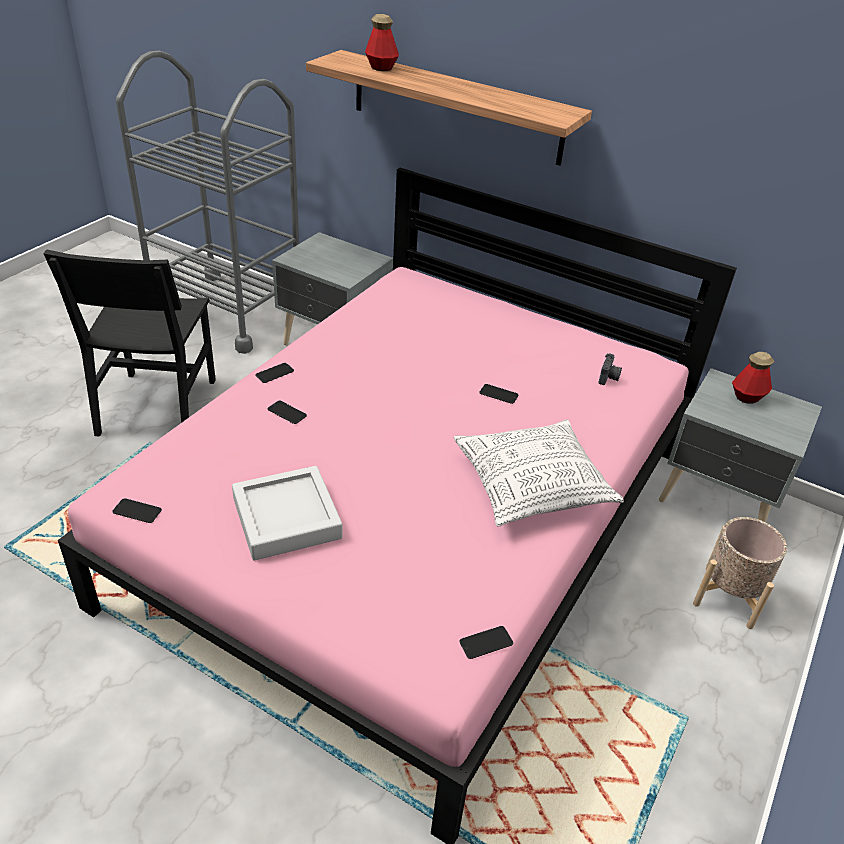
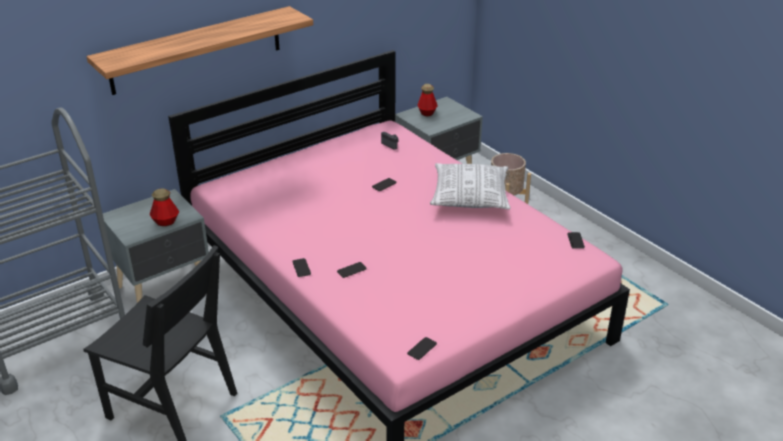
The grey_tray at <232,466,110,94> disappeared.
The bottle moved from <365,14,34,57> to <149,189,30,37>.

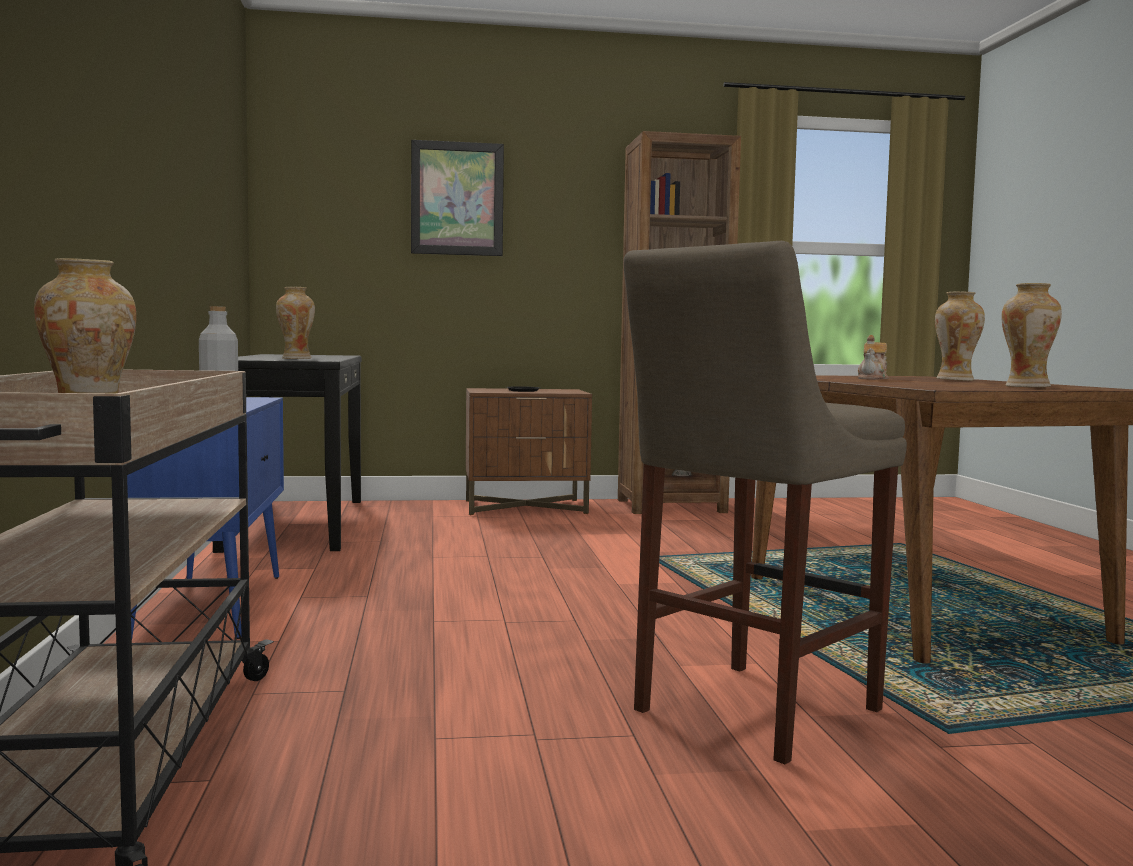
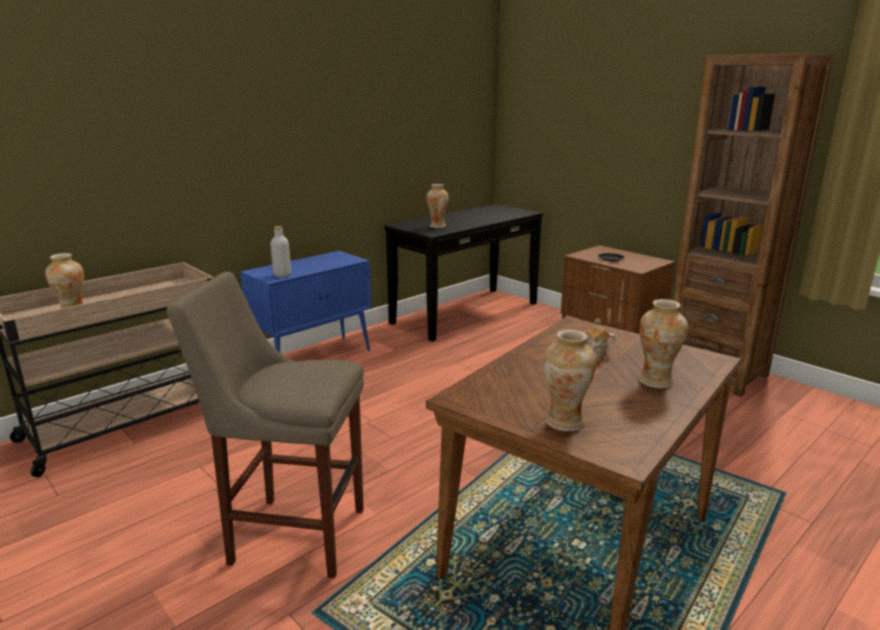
The picture at <411,140,93,116> disappeared.

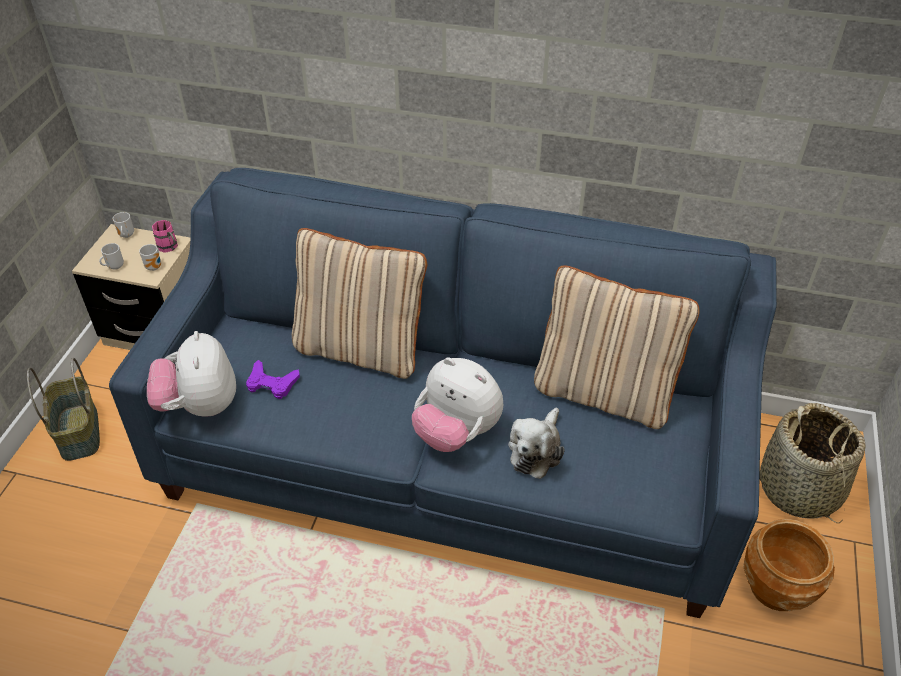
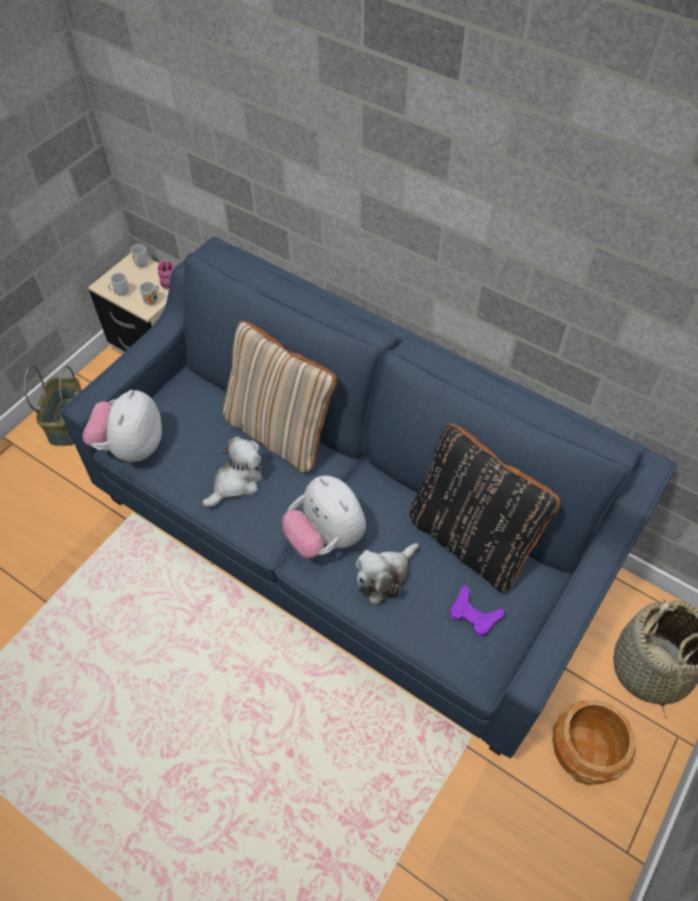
The plush_toy at <203,436,59,71> appeared.
The purple_game_controller moved from <246,360,54,39> to <450,585,54,51>.
The beige_pillow at <534,266,166,163> became the black_pillow at <410,423,150,170>.

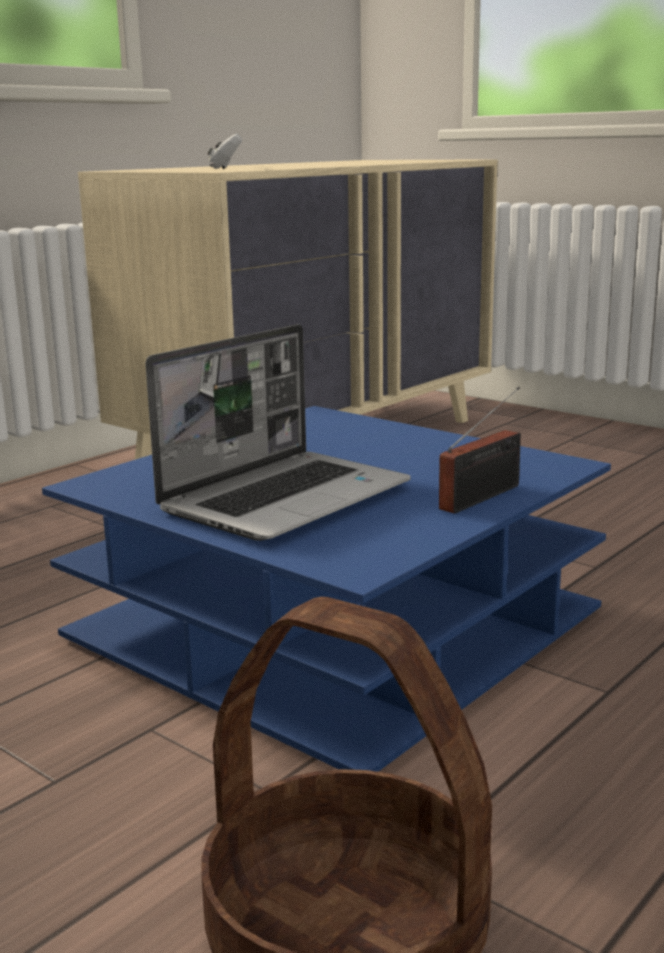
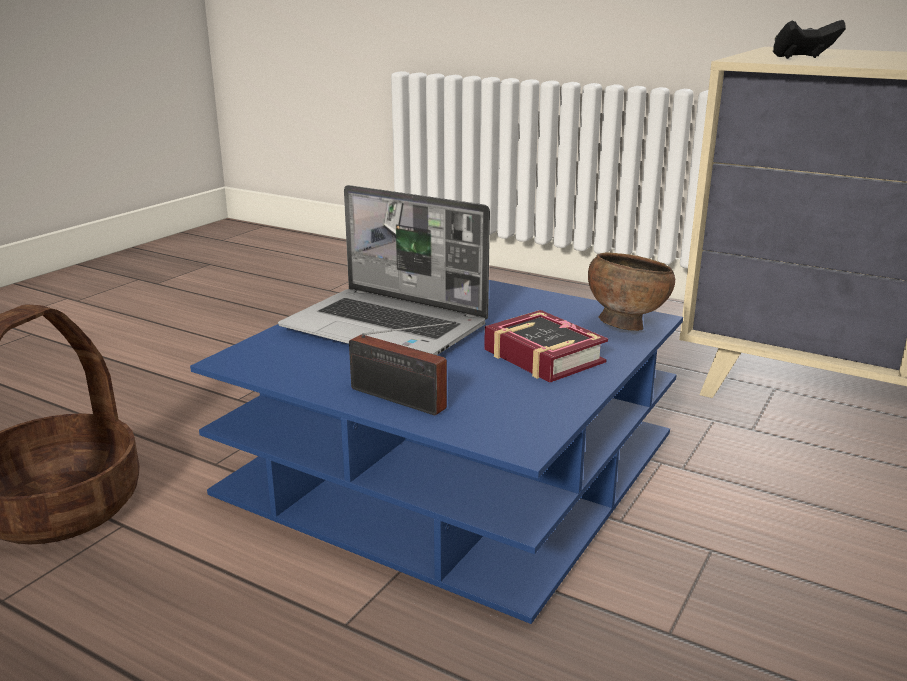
The book at <484,310,124,72> appeared.
The brown_bowl at <588,252,87,79> appeared.
The white_game_controller at <208,134,34,35> became the black_game_controller at <773,20,73,39>.

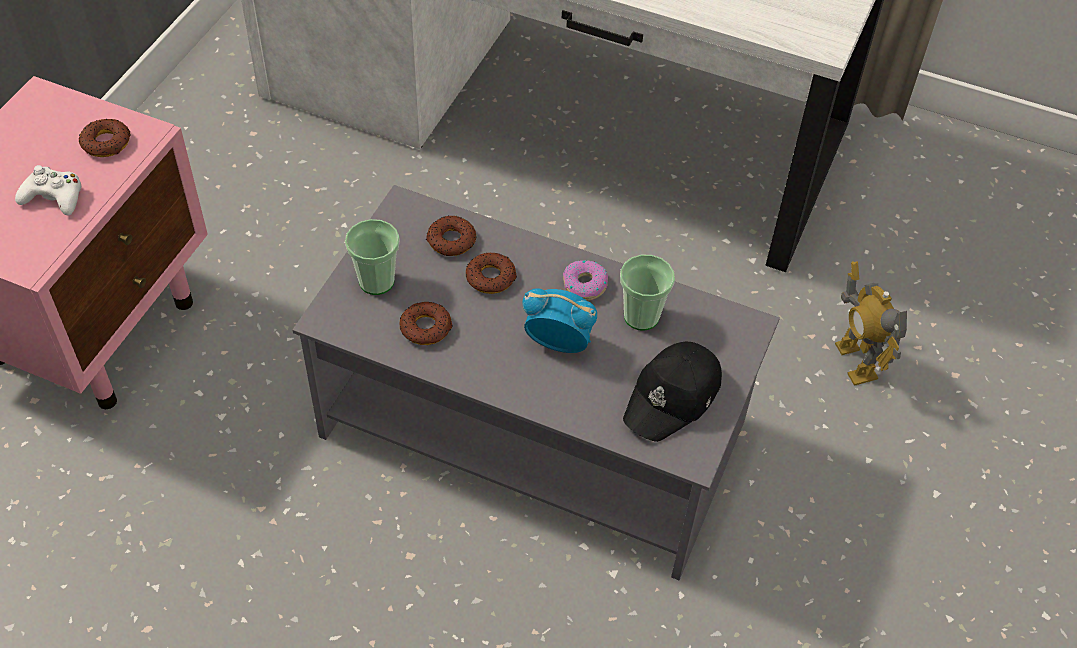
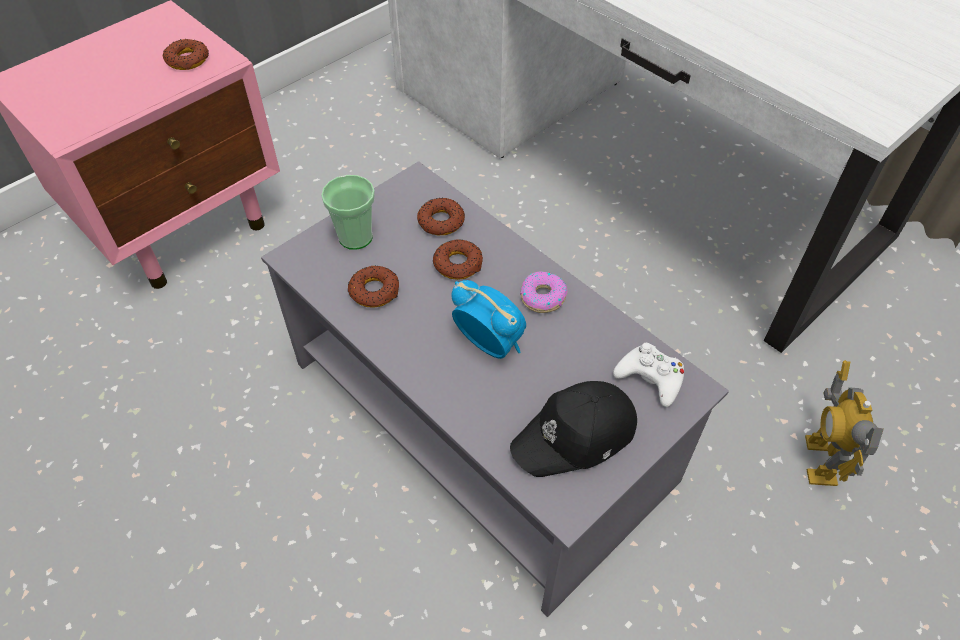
The cup at <620,255,55,75> disappeared.
The white_game_controller moved from <15,165,66,50> to <613,343,71,64>.

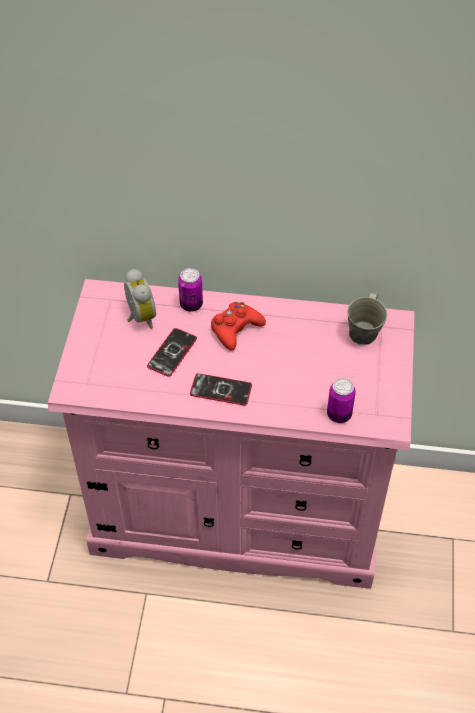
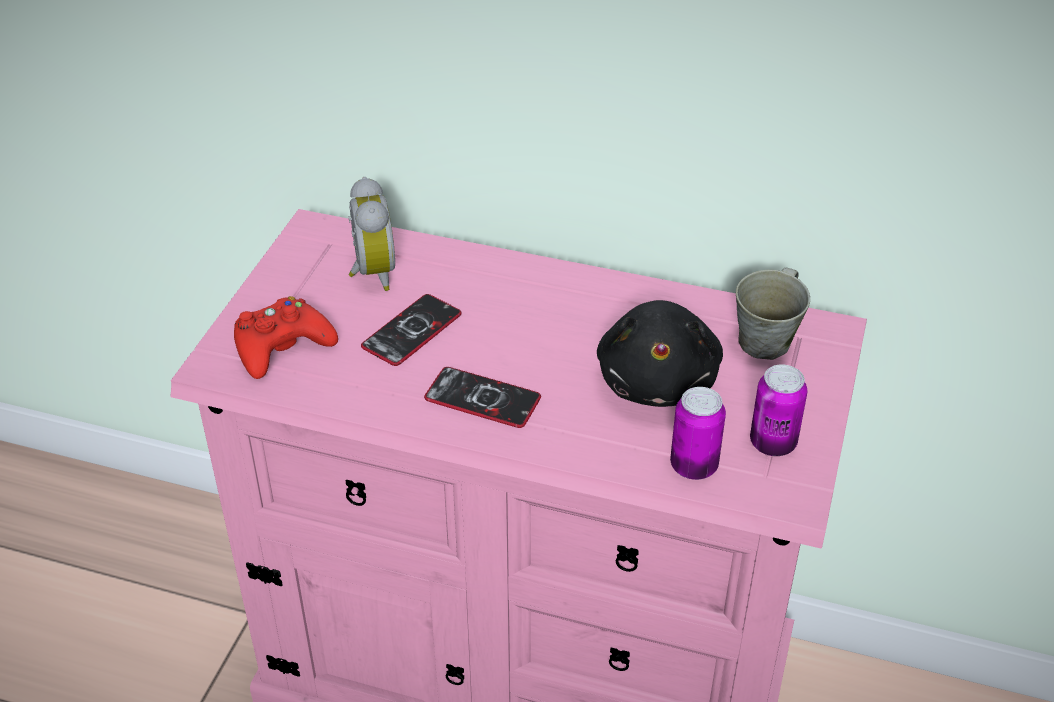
The black_plush_toy at <597,300,126,107> appeared.
The can moved from <178,268,25,44> to <750,364,57,92>.
The red_game_controller moved from <211,302,55,49> to <234,296,104,83>.

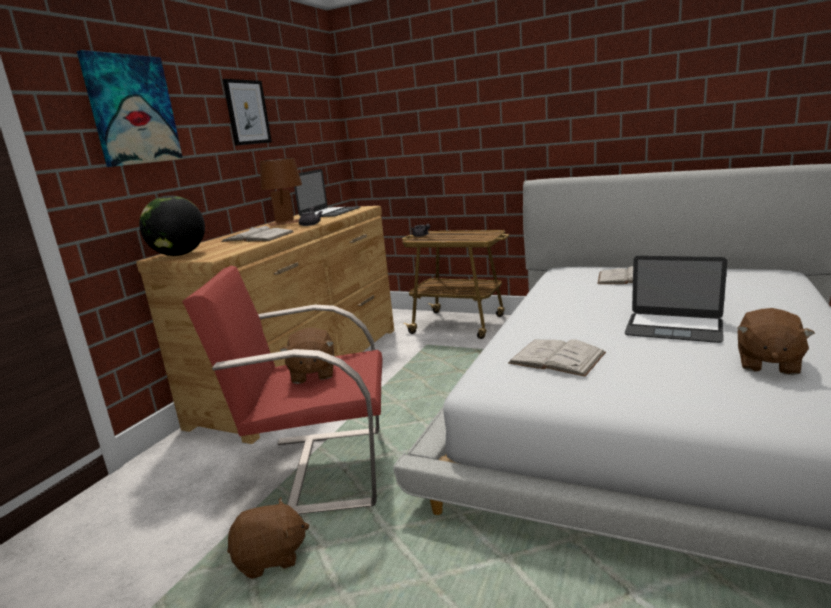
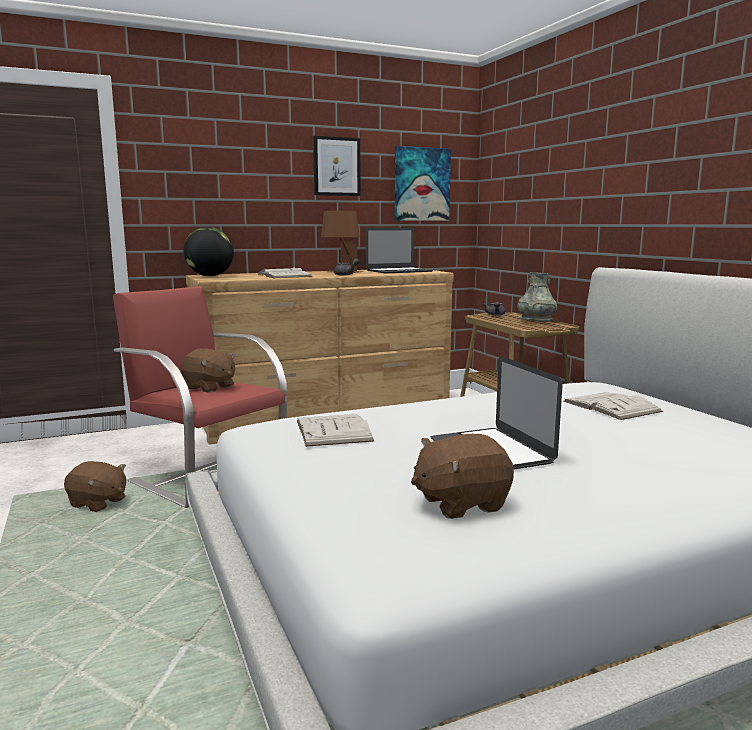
The grey_vase at <517,272,40,50> appeared.
The picture moved from <77,50,106,117> to <395,146,56,75>.
The brown_plush_toy at <280,328,54,56> turned 90 degrees counterclockwise.

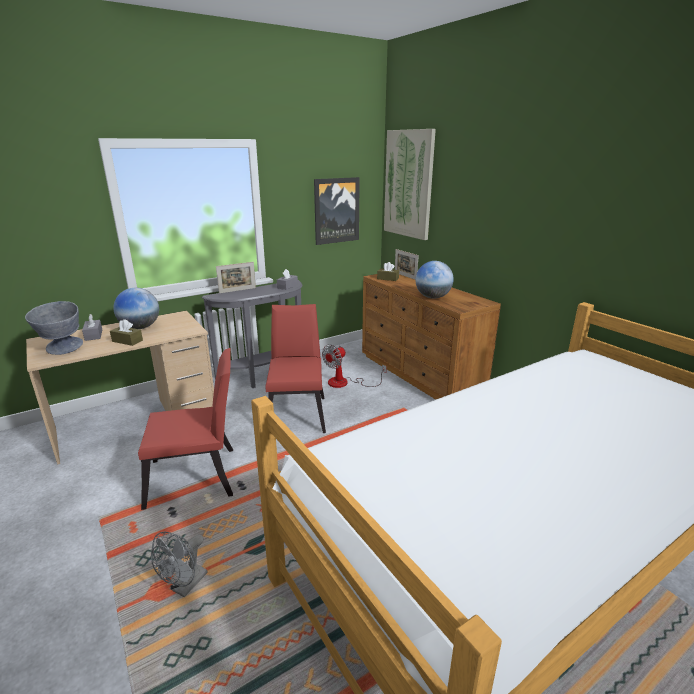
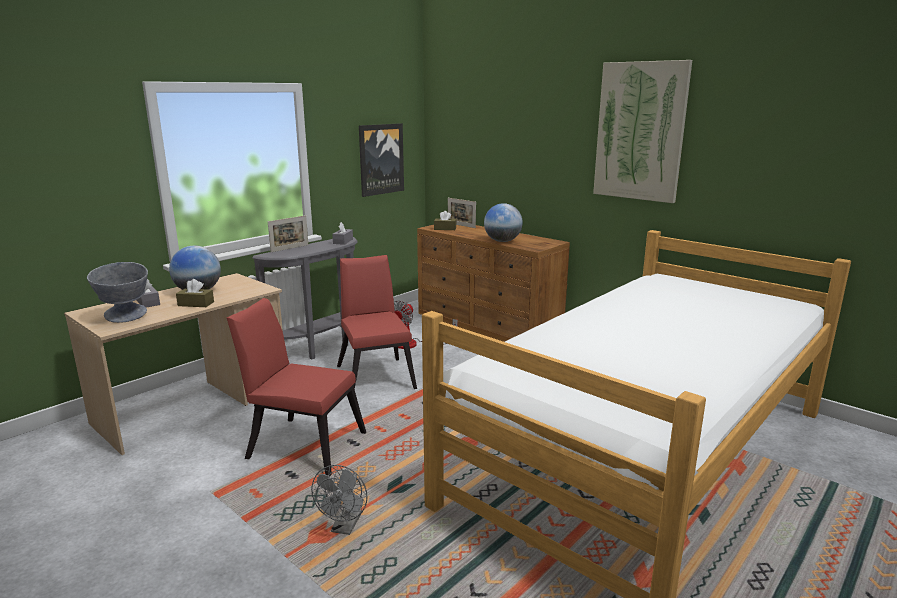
The picture moved from <384,129,52,111> to <593,60,99,143>.
The red_chair at <138,348,95,162> turned 135 degrees counterclockwise.

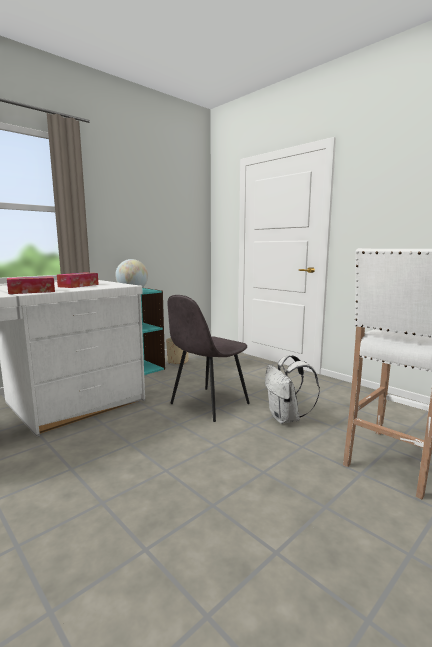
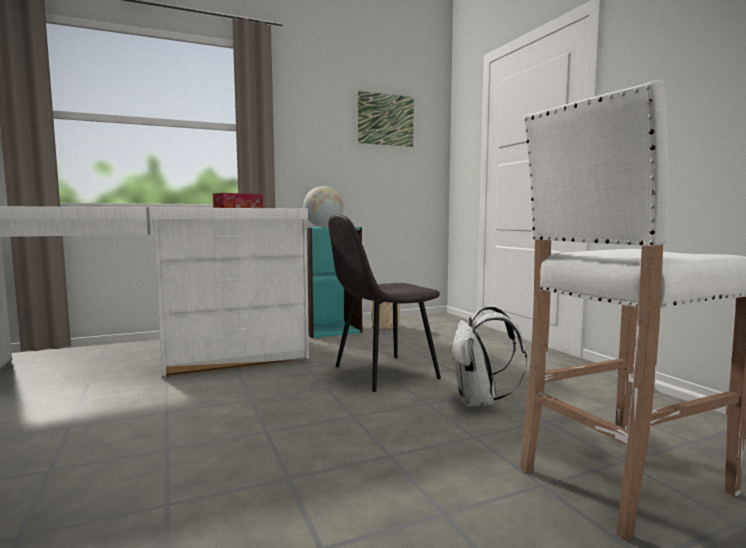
The tissue_box at <7,276,48,18> disappeared.
The picture at <357,91,57,56> appeared.

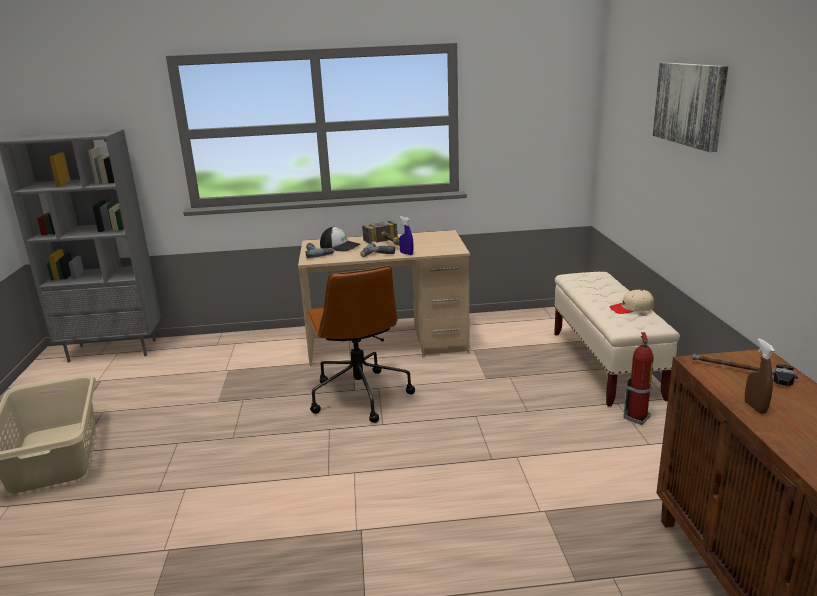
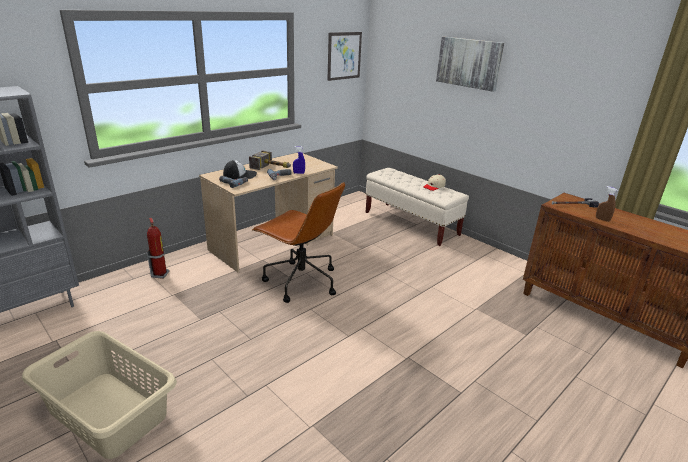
The picture at <327,32,35,49> appeared.
The fire_extinguisher moved from <623,332,31,93> to <147,218,22,61>.

